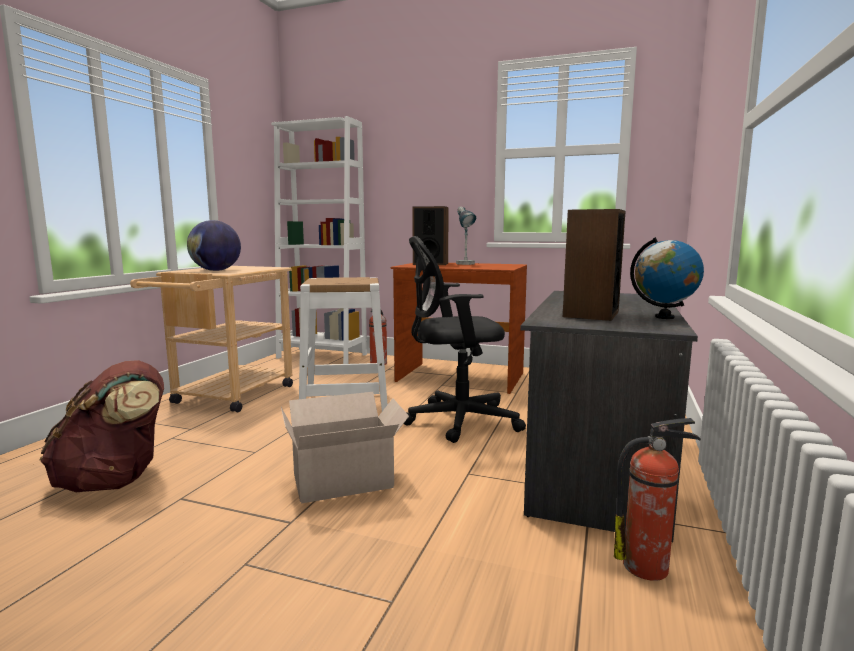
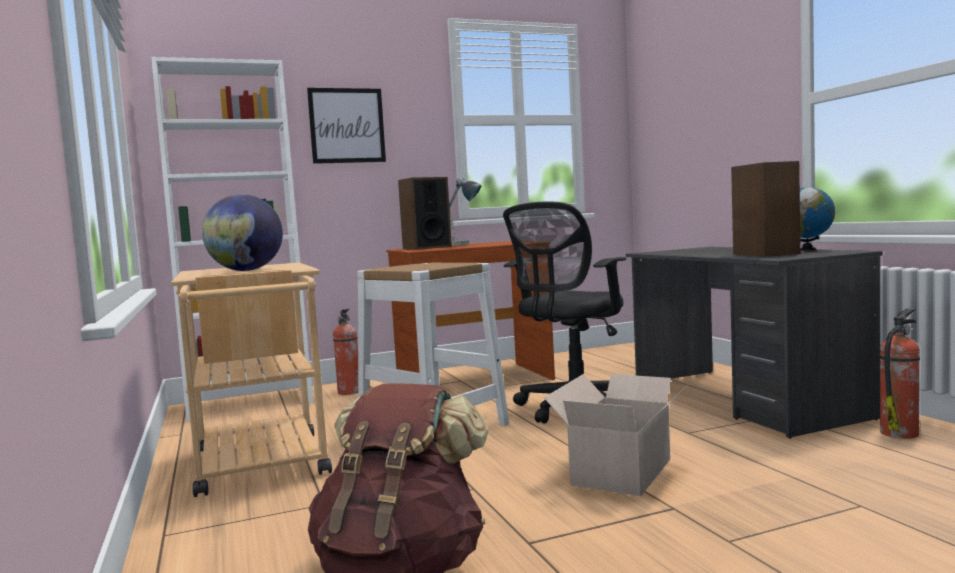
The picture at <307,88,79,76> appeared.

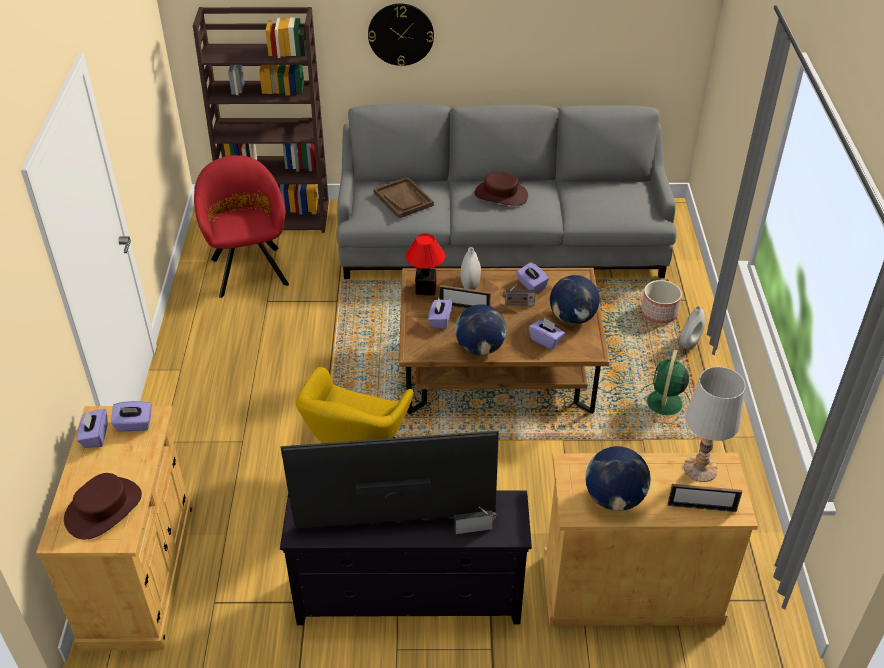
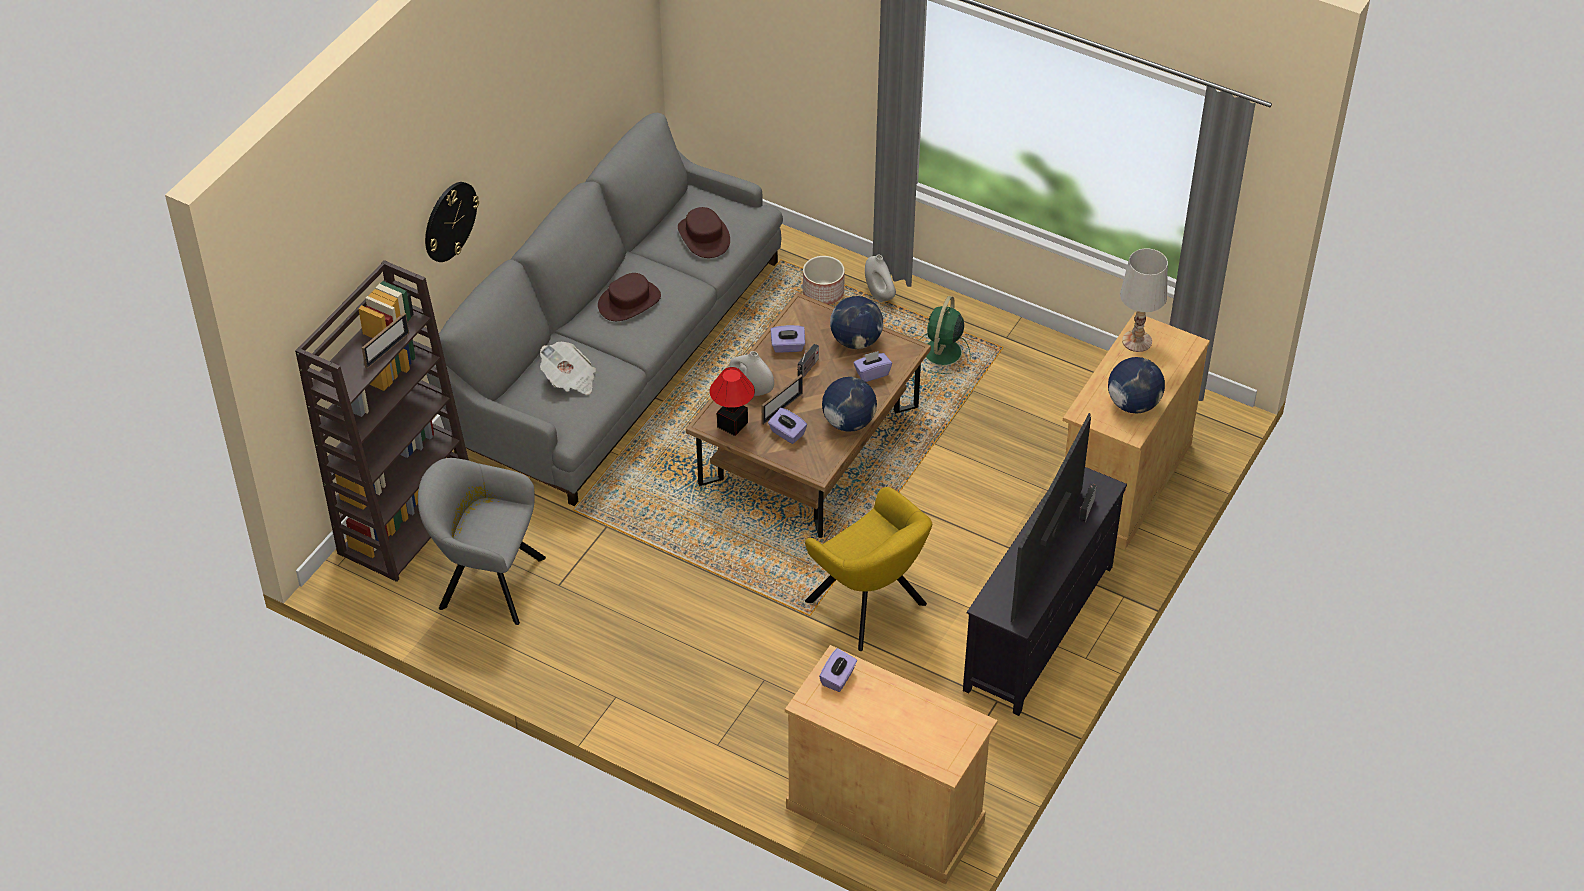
The purple_tissue_box at <77,409,31,39> disappeared.
The brown_hat moved from <64,473,78,66> to <678,207,52,51>.
The picture_frame moved from <667,484,75,28> to <362,312,47,57>.
The brown_tray at <373,177,61,41> was replaced by the newspaper at <540,342,56,53>.
The red_armchair at <194,155,95,143> became the grey_armchair at <418,458,128,167>.
The green_fan at <641,350,49,74> turned 60 degrees clockwise.

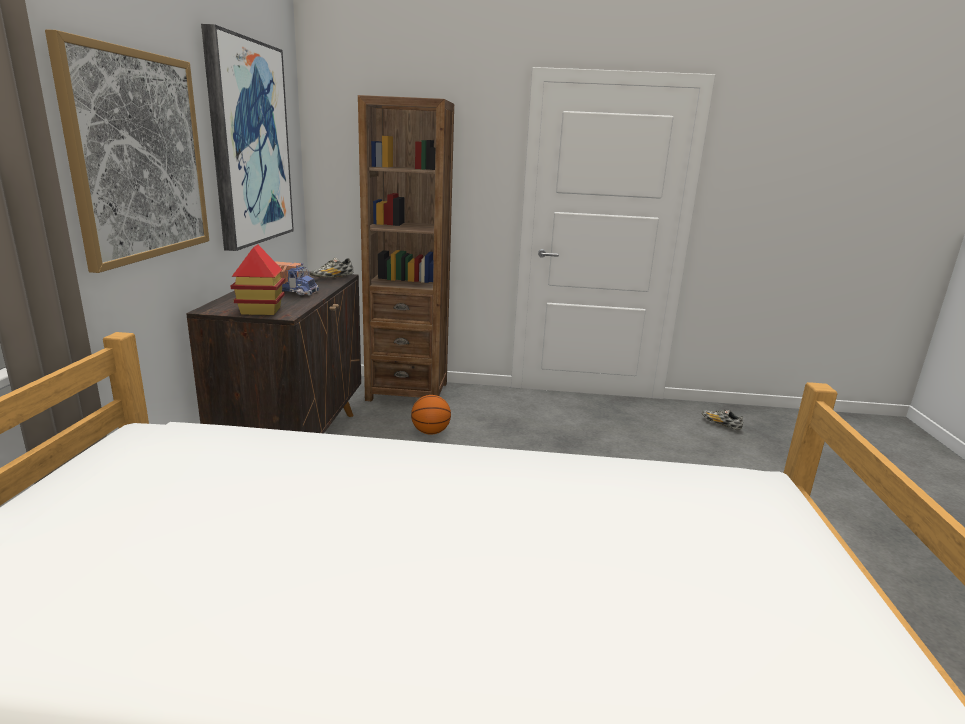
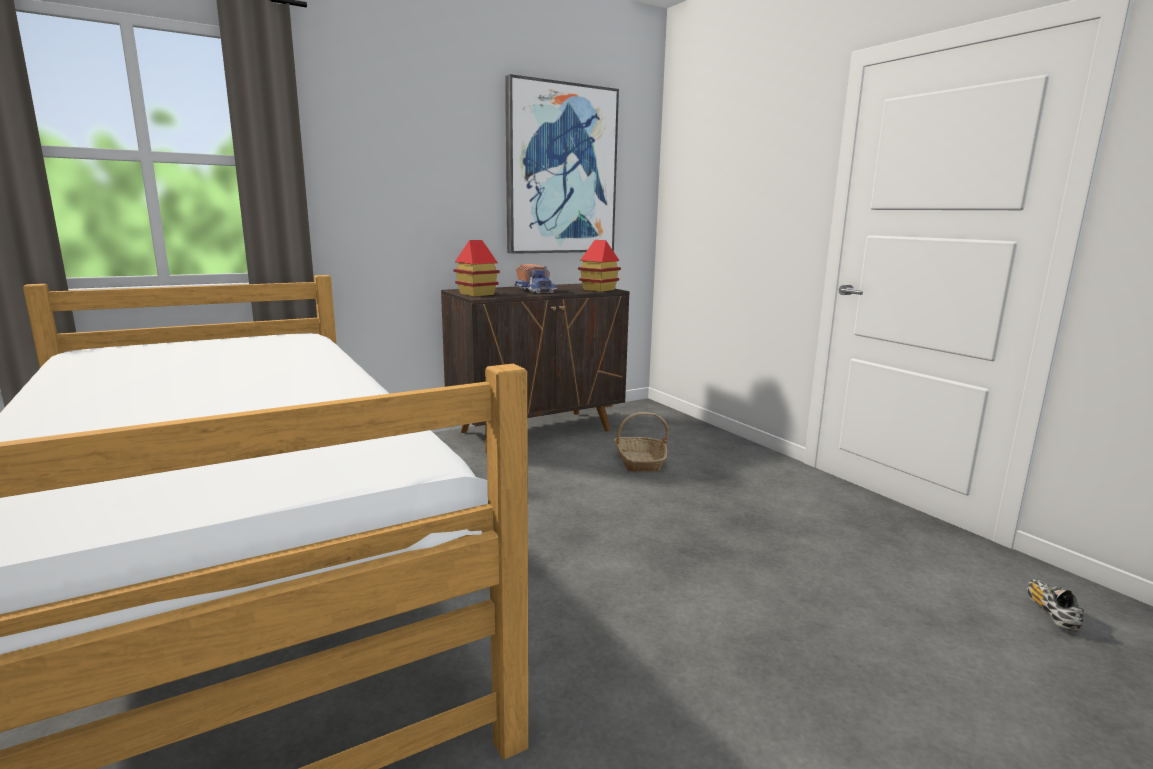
The picture at <45,29,164,244> disappeared.
The brown_bookcase at <358,95,96,306> disappeared.
The shoe at <310,257,43,21> was replaced by the toy_house at <578,240,43,52>.
The basketball at <411,395,40,40> was replaced by the basket at <614,412,55,60>.

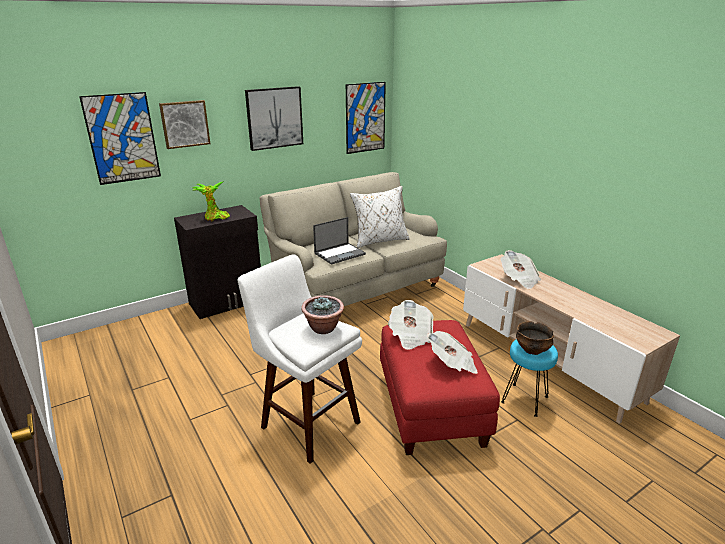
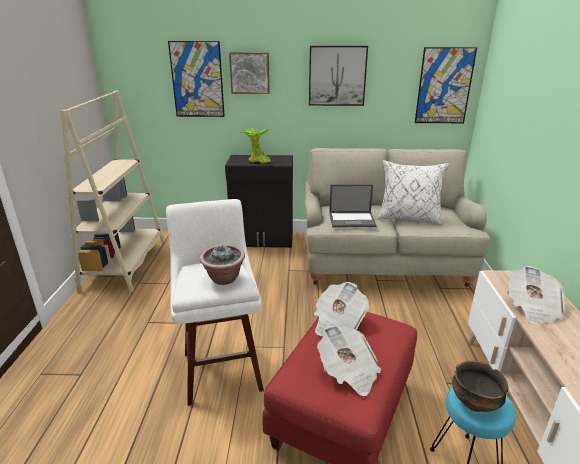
The beige_bookcase at <61,90,104,202> appeared.

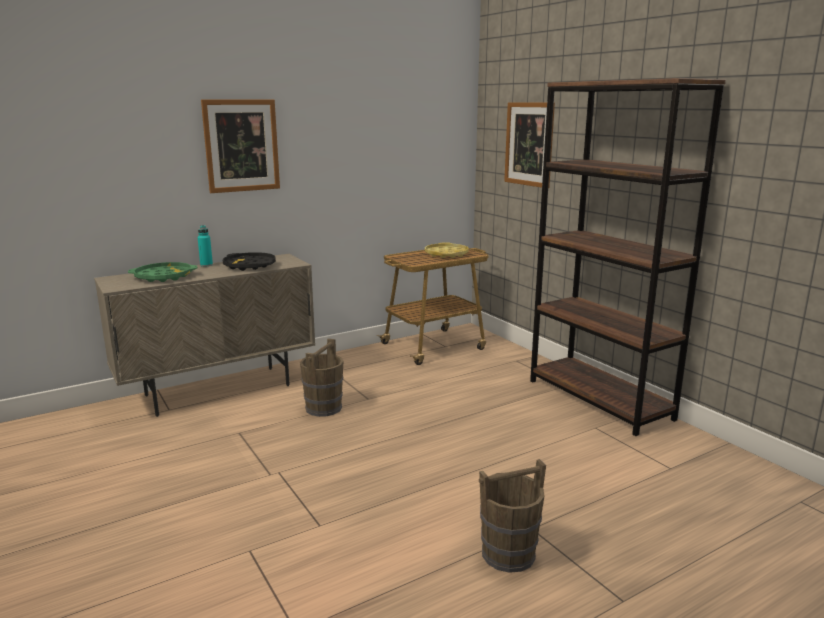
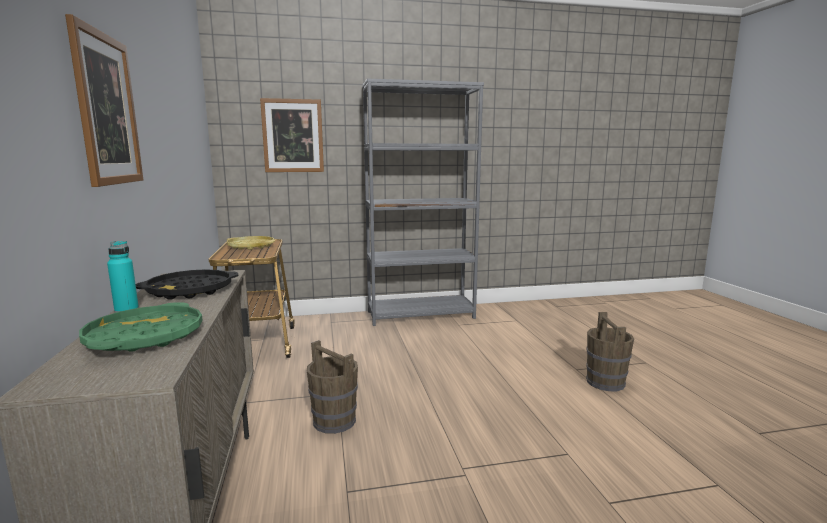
The brown_bookcase at <530,78,196,358> became the grey_bookcase at <362,79,122,247>.

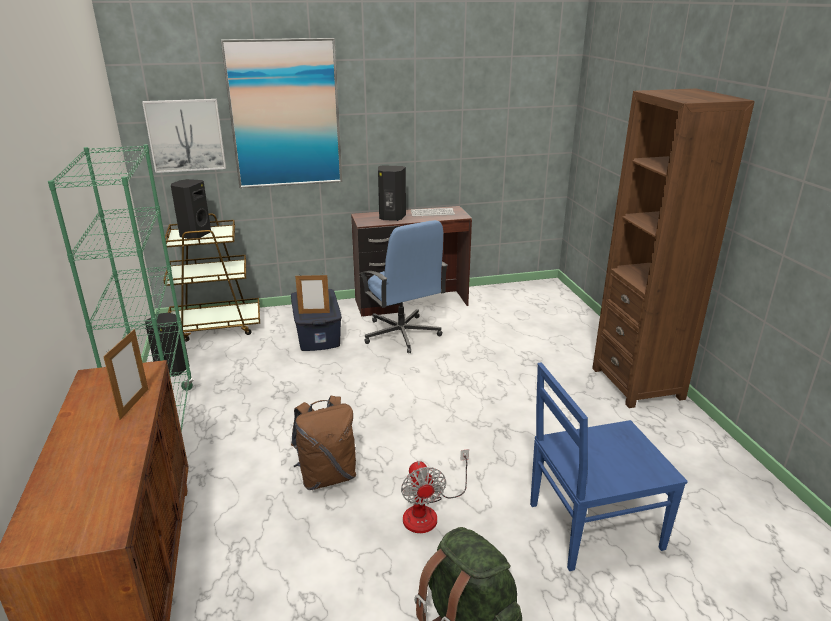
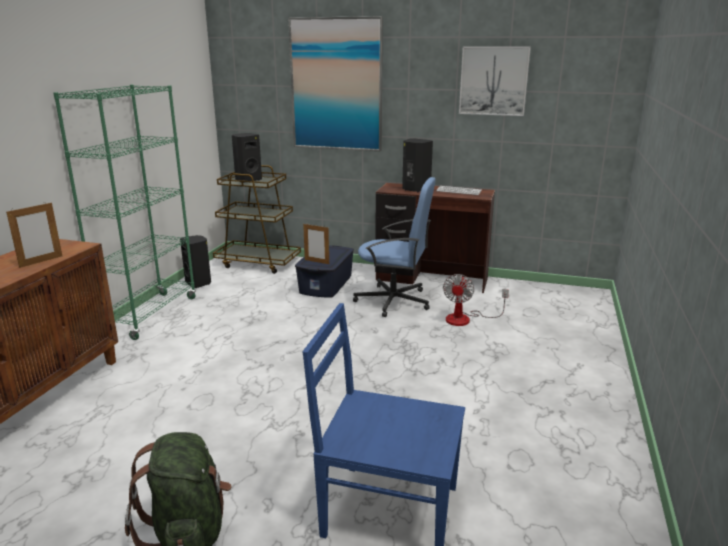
The brown_backpack at <291,396,65,94> disappeared.
The brown_bookcase at <592,89,163,319> disappeared.
The picture moved from <142,99,84,74> to <459,46,72,70>.
The fan moved from <401,449,68,84> to <443,274,66,52>.
The blue_office_chair at <359,220,89,133> turned 75 degrees counterclockwise.

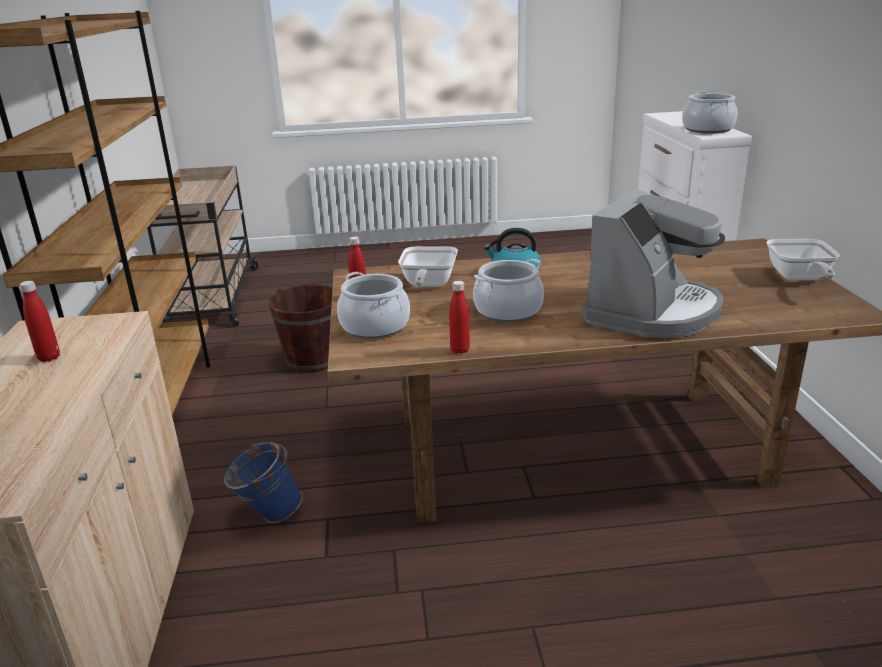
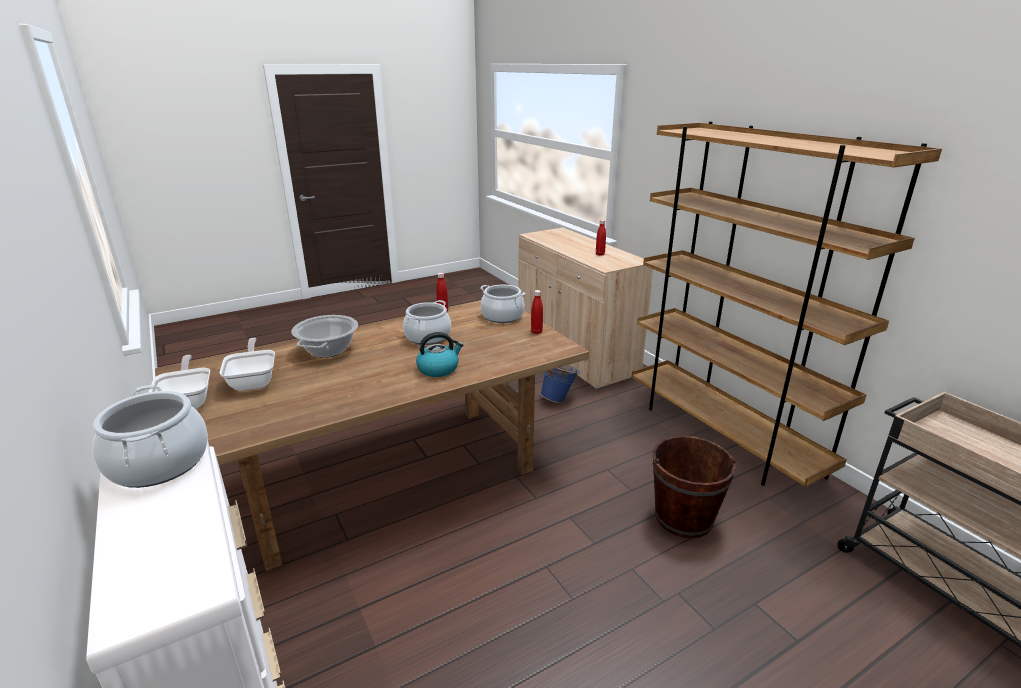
The frying_pan moved from <398,246,60,41> to <220,338,55,53>.
The coffee_machine at <581,188,144,150> was replaced by the cooking_pot at <292,315,66,43>.

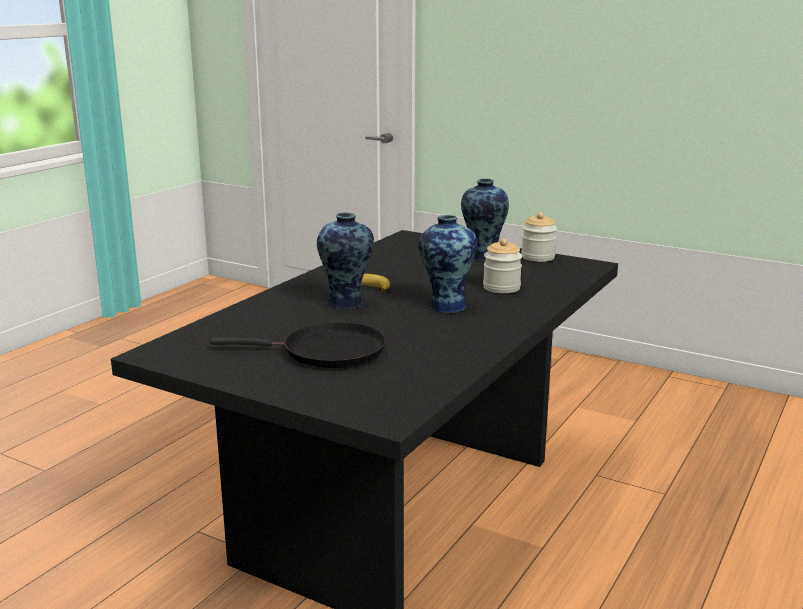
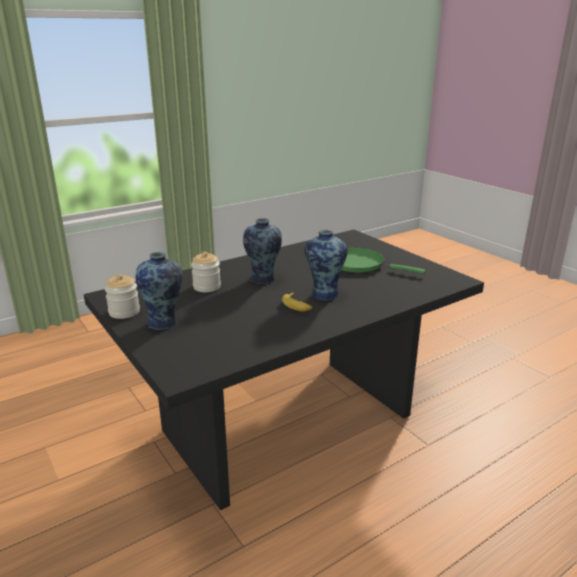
The black_frying_pan at <210,322,176,46> became the green_frying_pan at <342,247,83,27>.

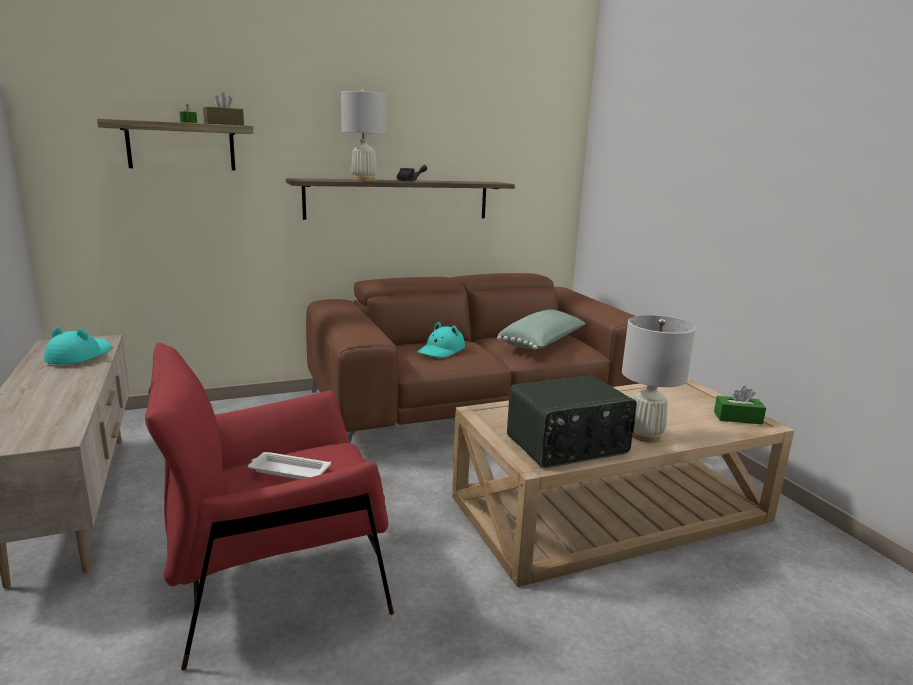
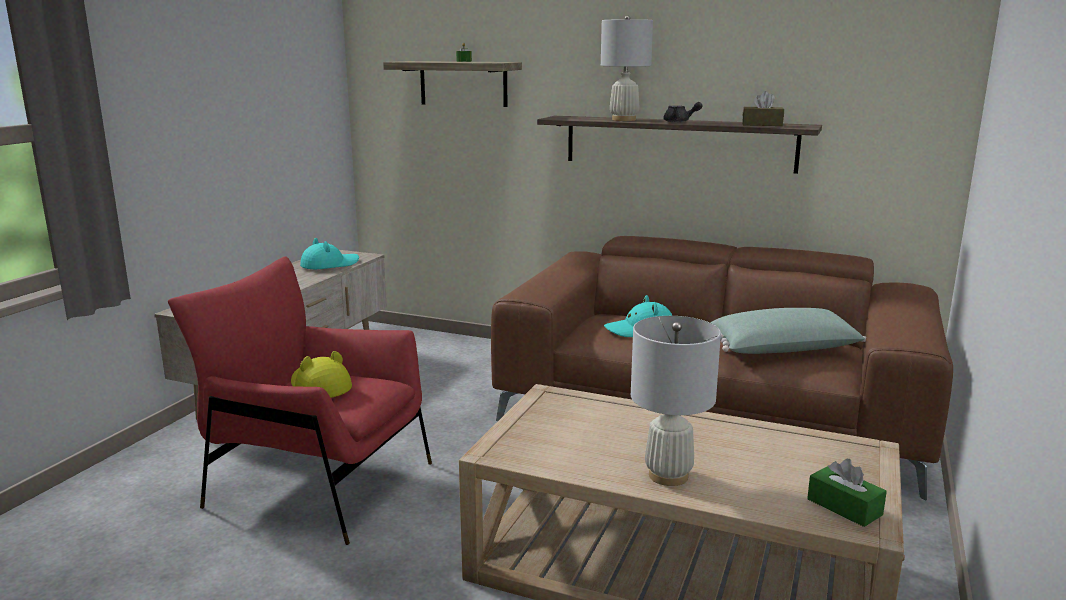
The radio at <507,375,130,93> disappeared.
The brown_tissue_box moved from <203,92,41,33> to <742,91,42,35>.
The white_tray at <248,452,83,27> was replaced by the yellow_hat at <291,351,61,47>.

